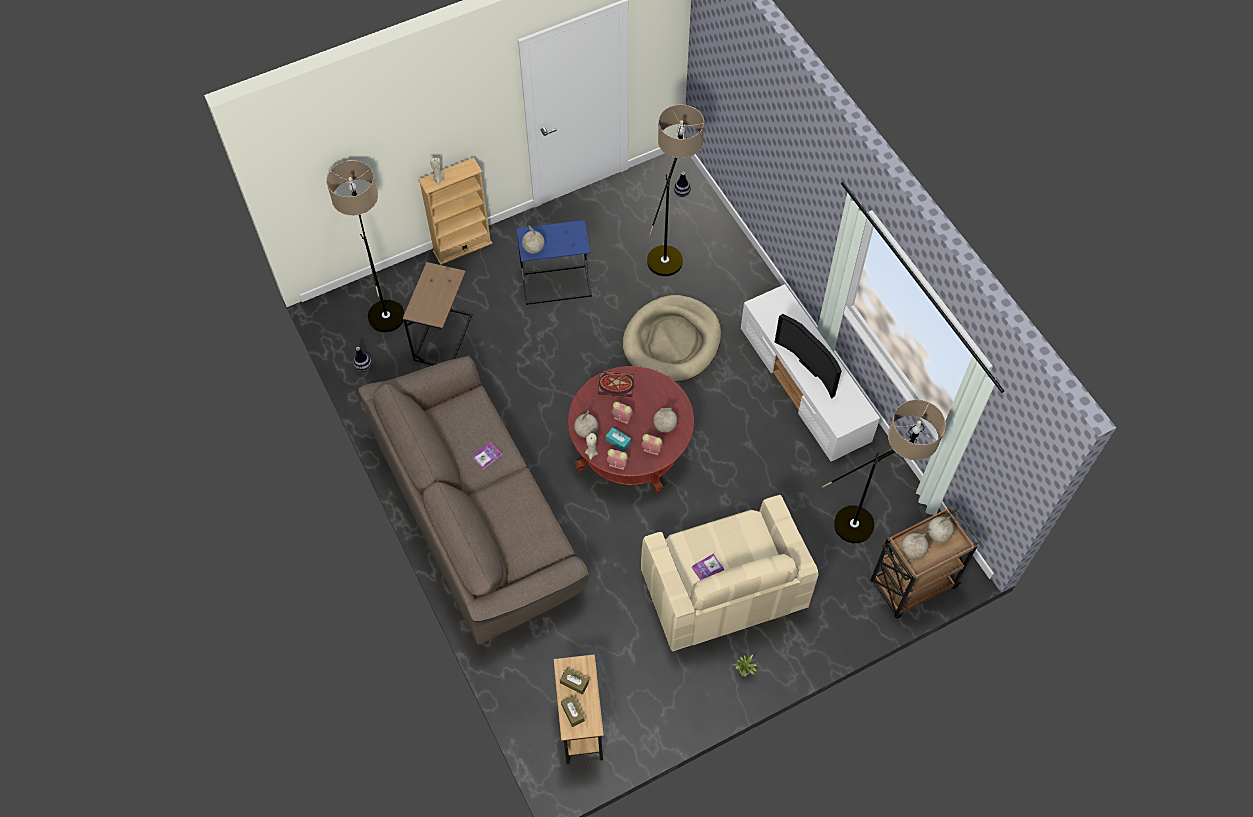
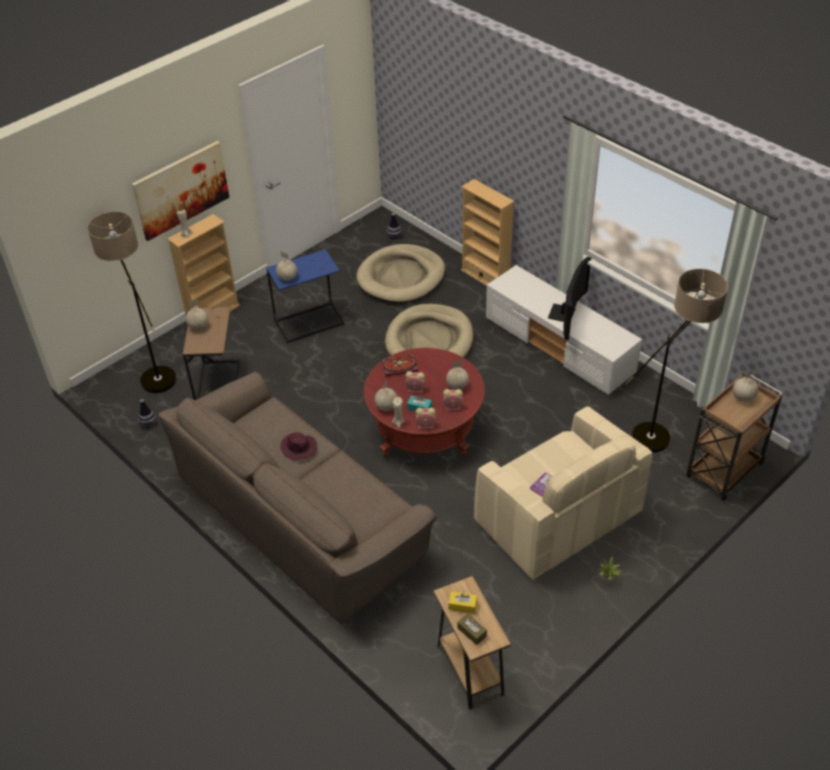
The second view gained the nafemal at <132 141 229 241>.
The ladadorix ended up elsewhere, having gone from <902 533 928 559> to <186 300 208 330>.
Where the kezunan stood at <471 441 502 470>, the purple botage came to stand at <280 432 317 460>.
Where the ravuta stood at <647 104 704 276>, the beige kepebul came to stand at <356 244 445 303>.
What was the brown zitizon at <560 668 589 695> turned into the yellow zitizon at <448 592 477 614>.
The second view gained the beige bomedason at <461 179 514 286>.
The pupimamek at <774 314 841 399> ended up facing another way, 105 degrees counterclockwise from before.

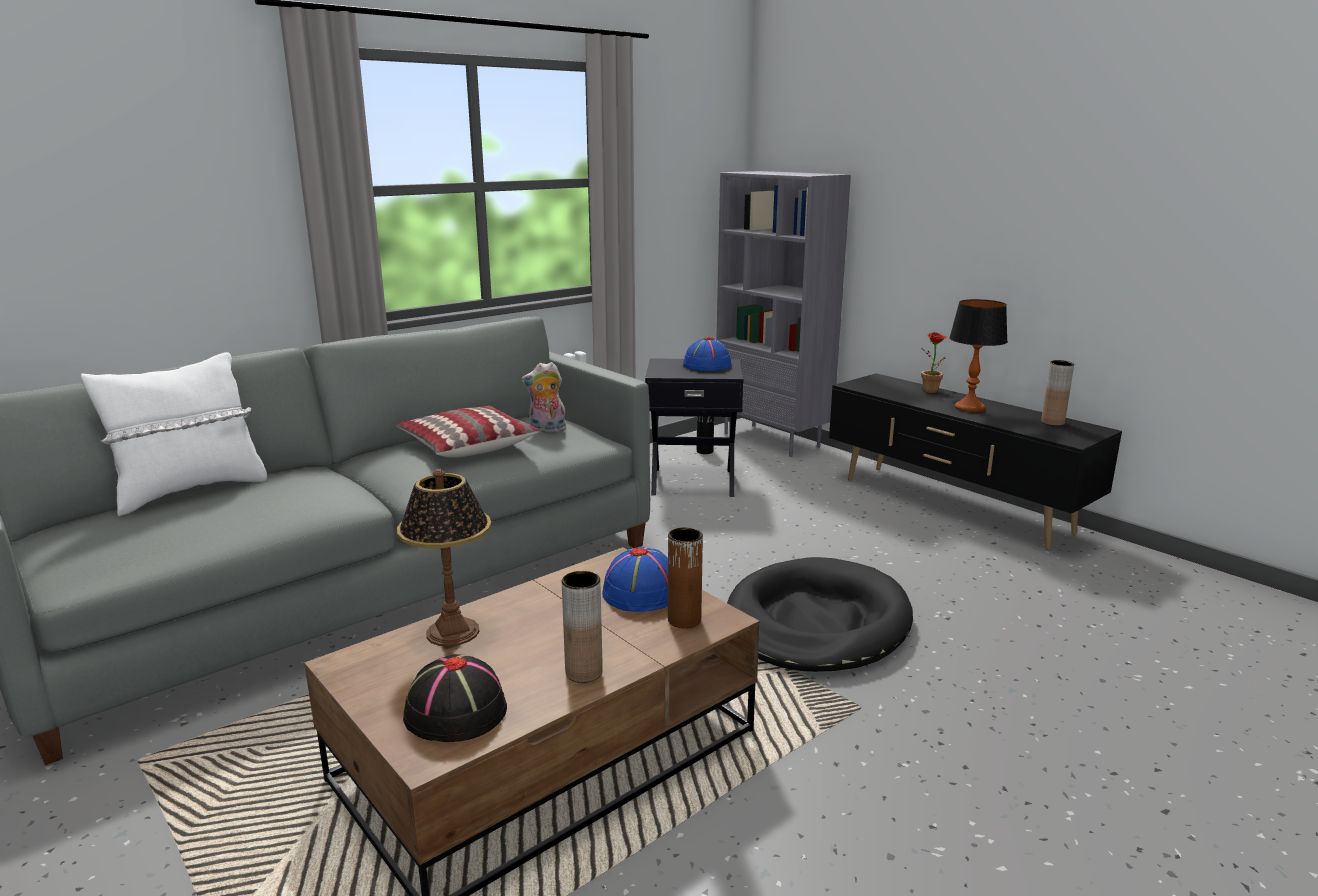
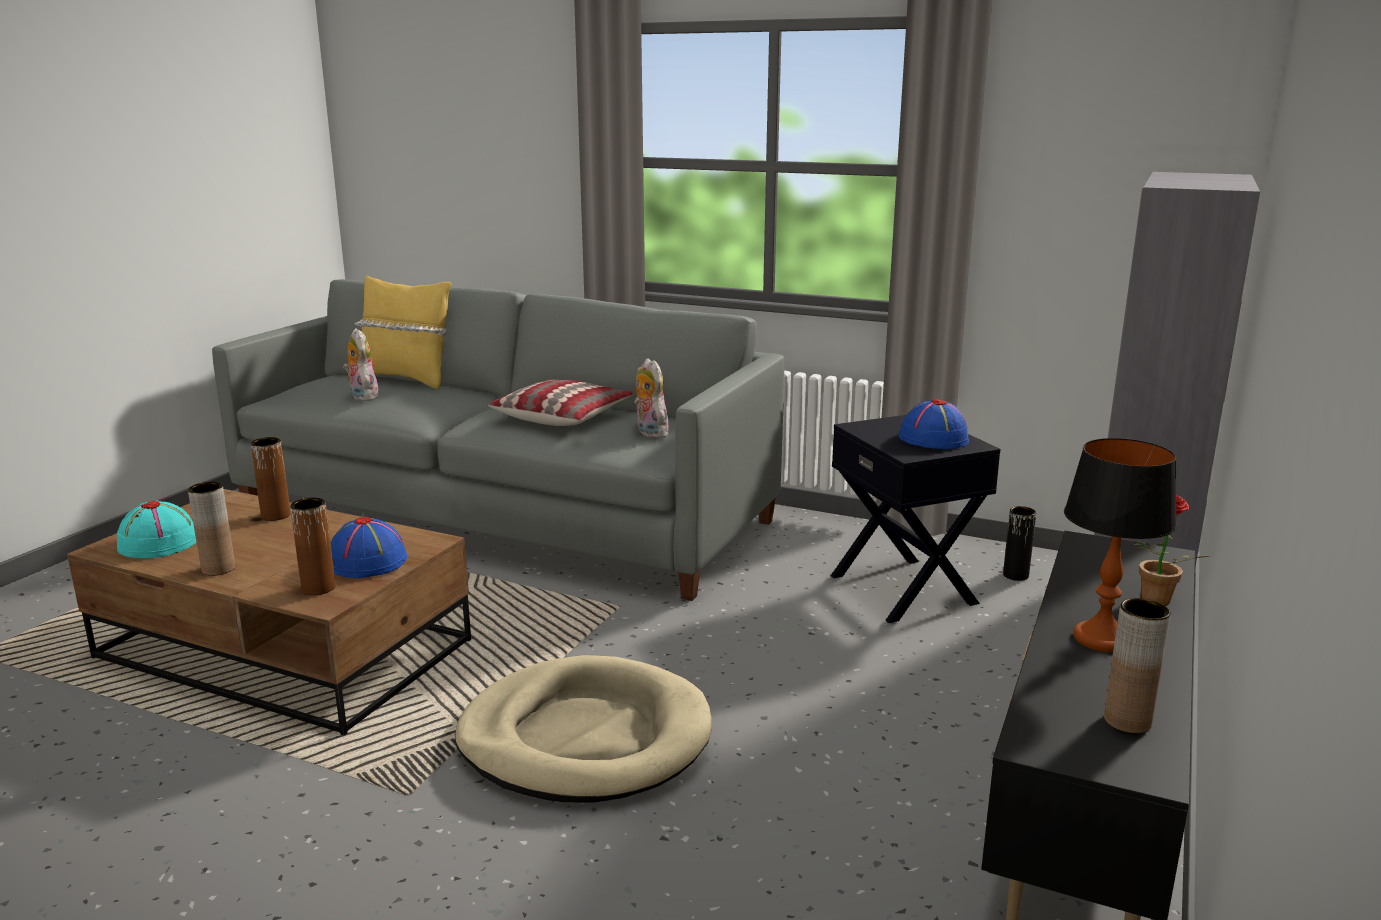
What was the black botage at <403 654 507 742> turned into the turquoise botage at <117 501 196 558>.
Where the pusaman stood at <397 469 492 647>, the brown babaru came to stand at <251 437 291 521>.
The second view gained the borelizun at <343 328 379 401>.
What was the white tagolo at <81 352 267 516> turned into the yellow tagolo at <354 275 451 389>.
What was the black kepebul at <727 557 913 672> turned into the beige kepebul at <455 655 712 802>.

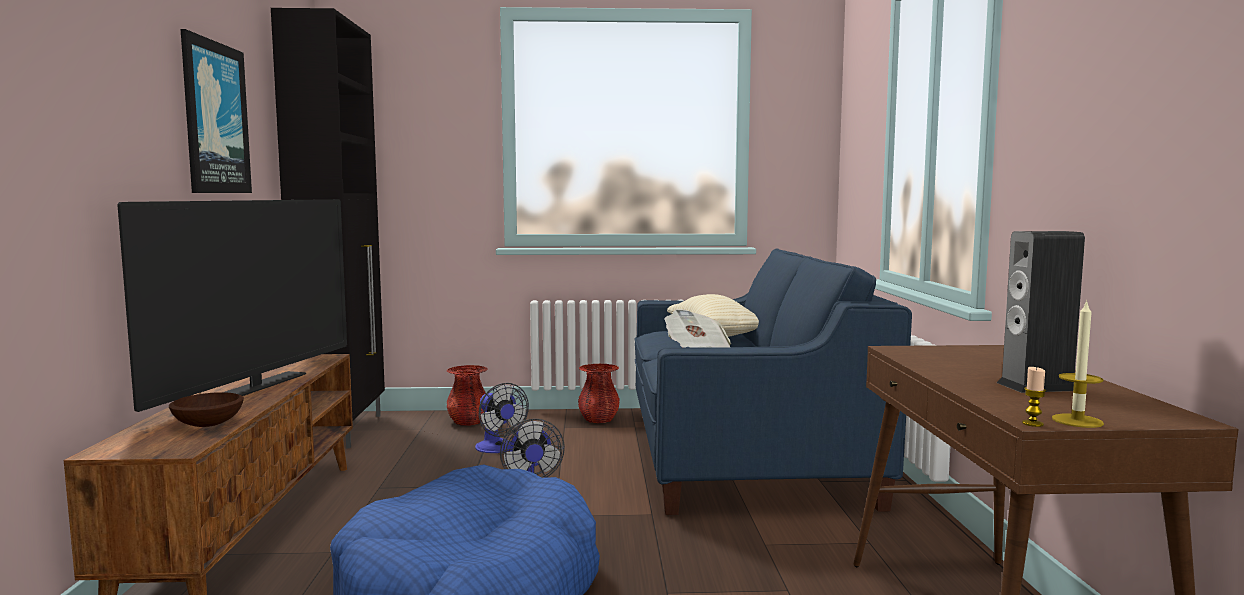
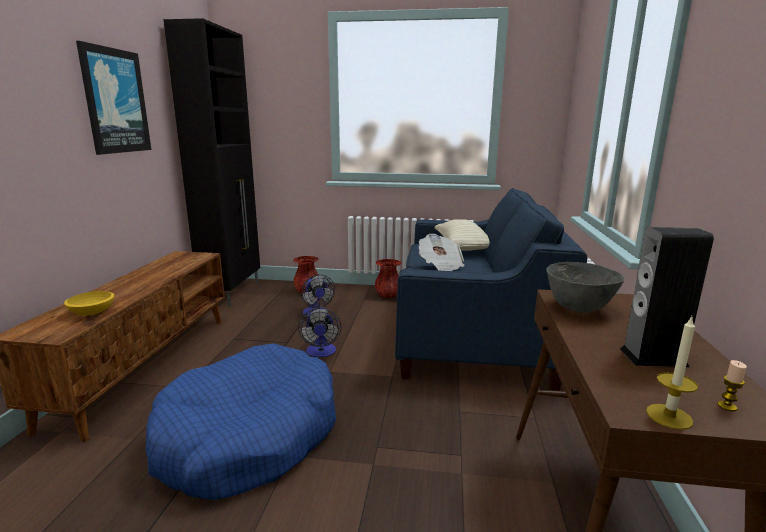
What was the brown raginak at <169 392 244 427> turned into the yellow raginak at <64 291 114 315>.
The second view gained the grey raginak at <546 262 624 313>.
The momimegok ended up elsewhere, having gone from <1022 367 1046 427> to <717 360 747 411>.
The second view lost the pupimamek at <117 199 347 412>.

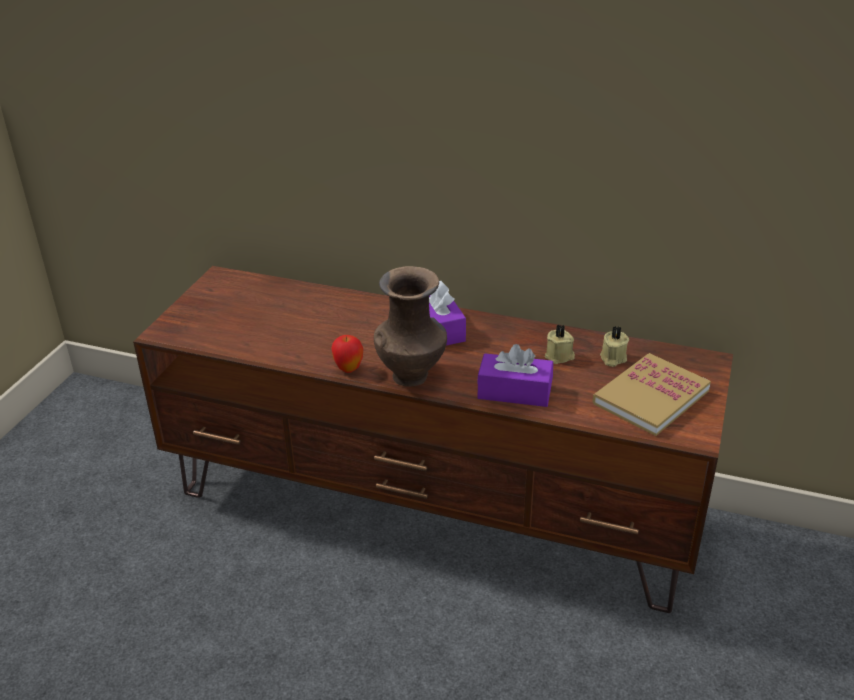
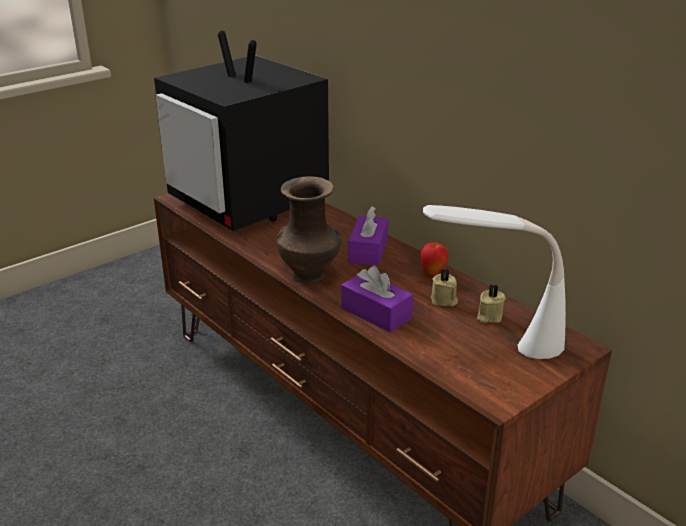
The second view gained the pupimamek at <154 30 329 231>.
The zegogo ended up elsewhere, having gone from <331 335 363 373> to <421 242 448 277>.
Where the kezunan stood at <592 353 711 436>, the white pusaman came to stand at <423 205 566 359>.

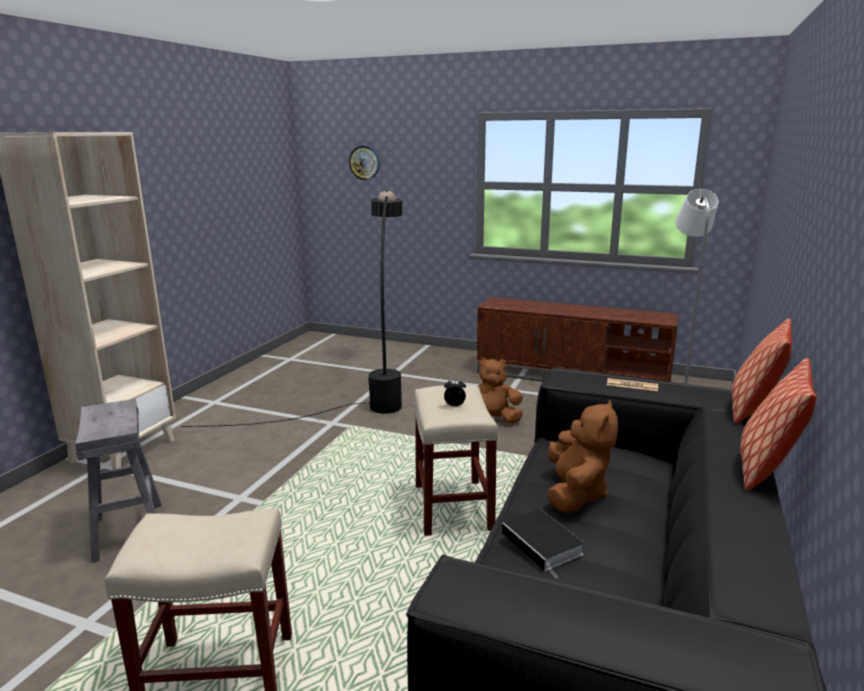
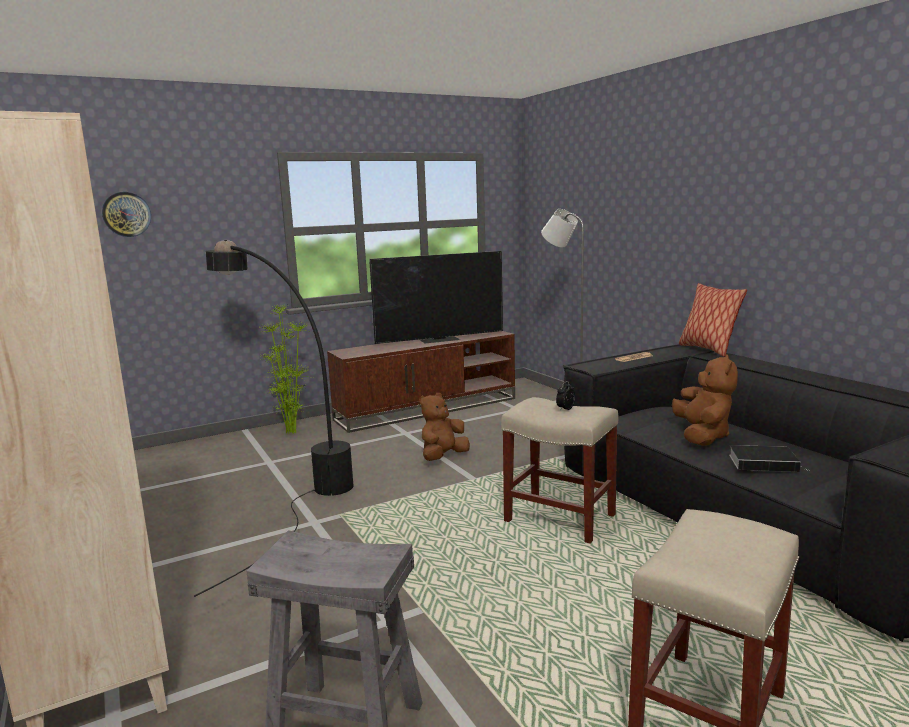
The second view gained the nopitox at <260 305 313 434>.
The second view gained the pupimamek at <369 251 503 344>.
The brown borelizun at <547 400 618 513> ended up facing another way, 45 degrees clockwise from before.
The second view lost the tagolo at <740 358 817 491>.

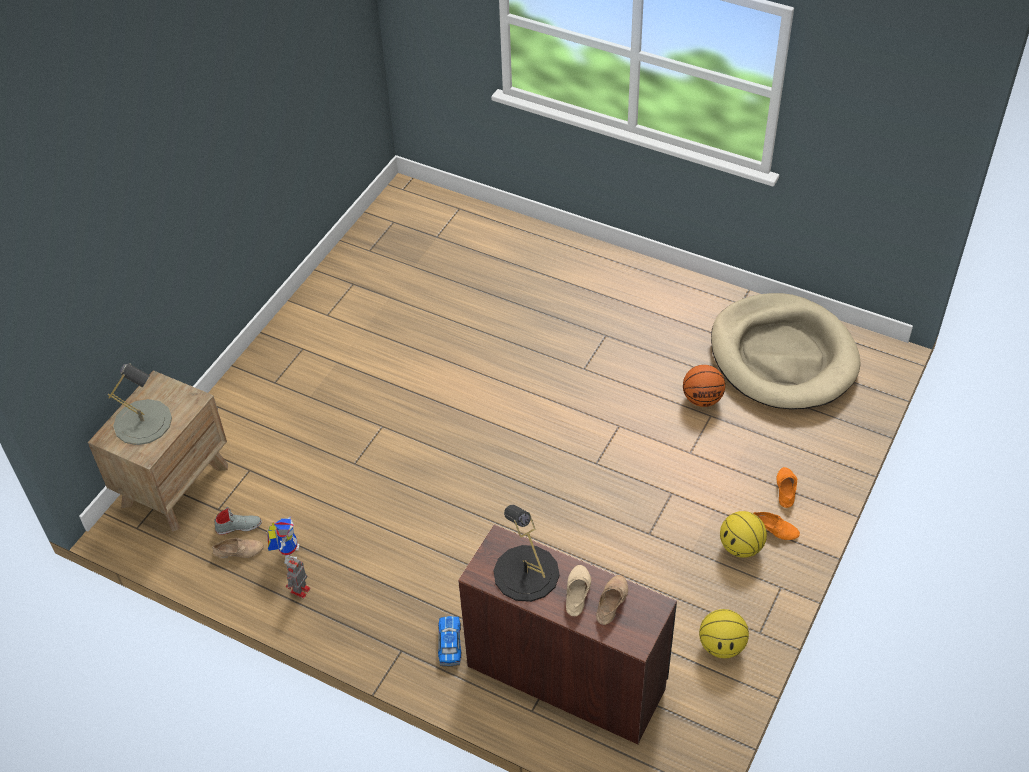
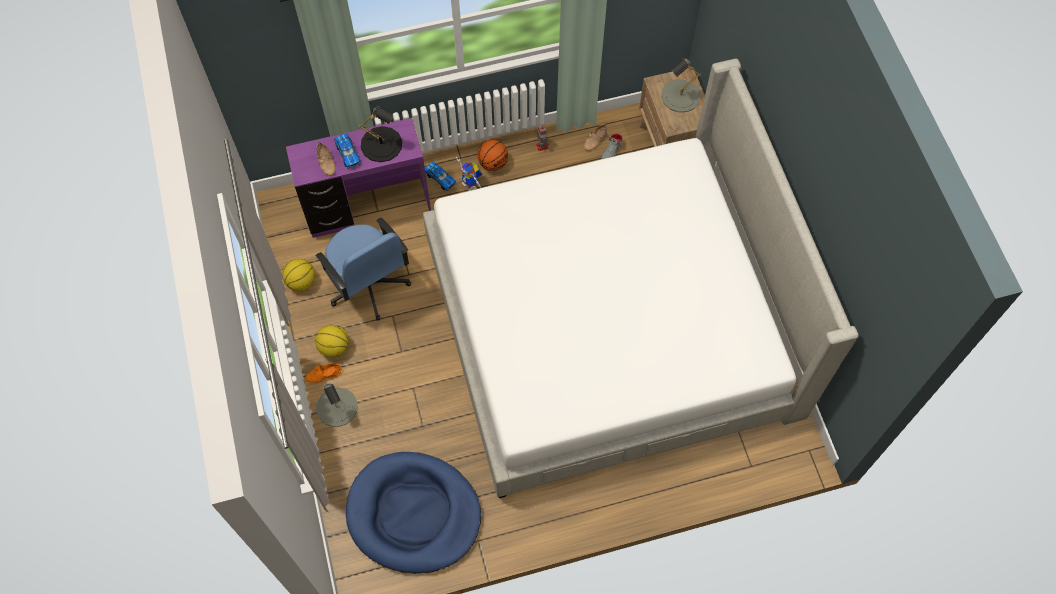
What was the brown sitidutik at <458 524 677 744> turned into the purple sitidutik at <286 118 431 238>.
The second view gained the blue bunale at <316 218 411 320>.
Where the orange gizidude stood at <776 467 797 508>, the grey pusaman came to stand at <316 380 358 427>.
Where the beige gizidude stood at <566 565 591 616>, the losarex came to stand at <334 134 361 169>.
What was the beige kepebul at <711 293 861 410> turned into the blue kepebul at <346 452 481 574>.
The second view gained the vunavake at <423 58 859 498>.
The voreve ended up elsewhere, having gone from <267 516 299 564> to <456 157 482 191>.
The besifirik ended up elsewhere, having gone from <683 365 725 407> to <477 140 508 171>.

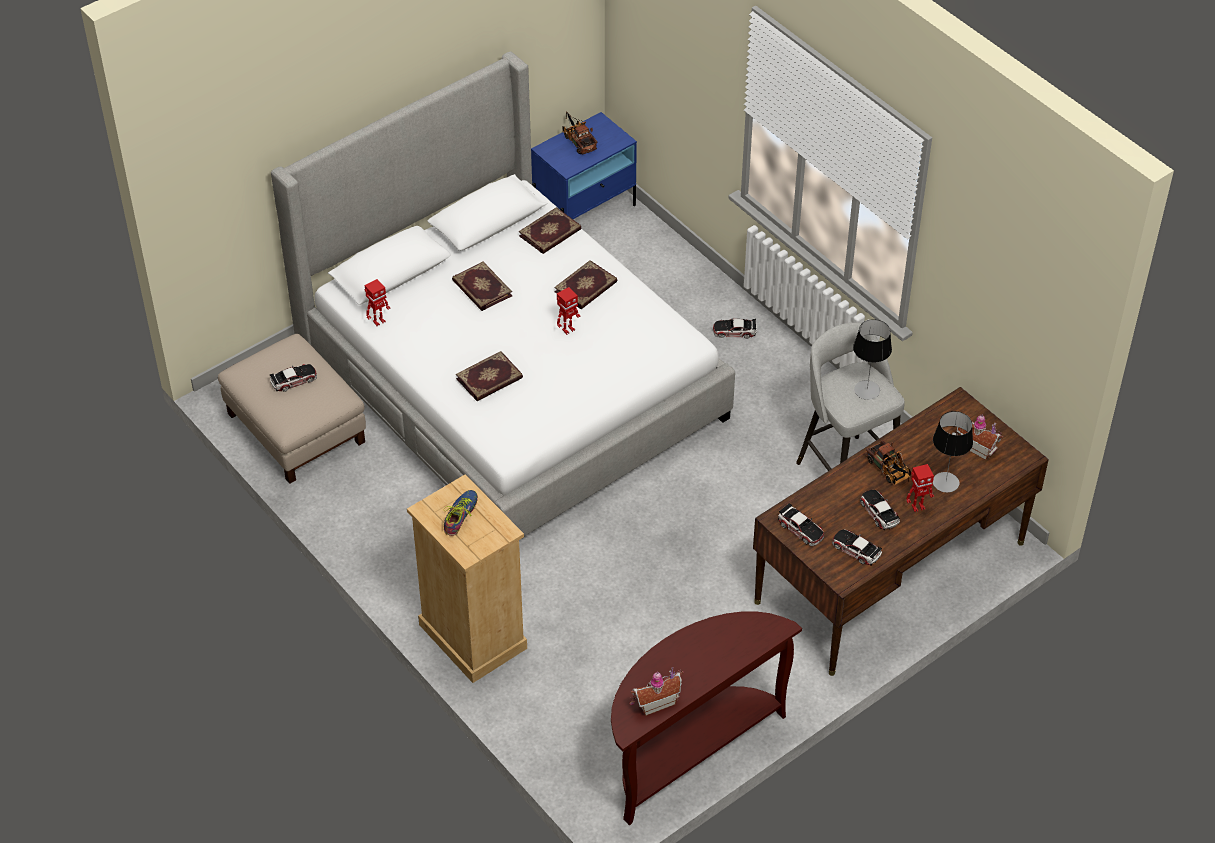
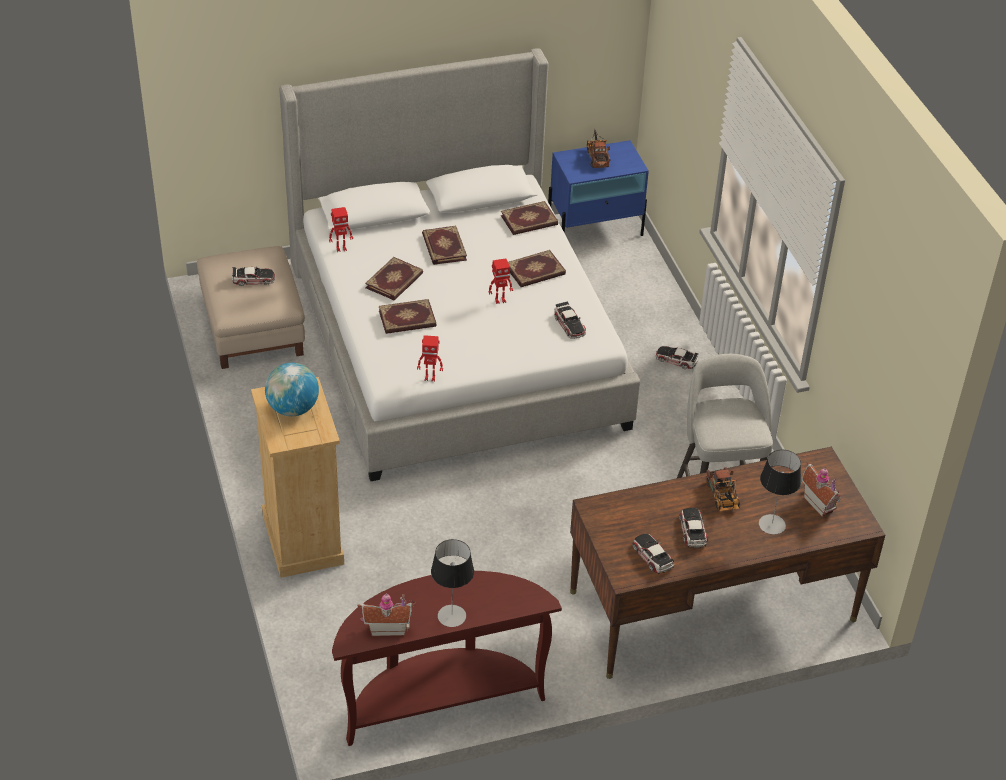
Where the gizidude stood at <444 490 478 536>, the ladadorix came to stand at <265 363 319 416>.
The second view gained the kezunan at <365 257 423 300>.
The voreve ended up elsewhere, having gone from <906 464 934 512> to <417 335 443 382>.
The pusaman ended up elsewhere, having gone from <853 319 892 400> to <431 539 474 627>.
The losarex ended up elsewhere, having gone from <778 503 824 546> to <555 301 586 339>.

